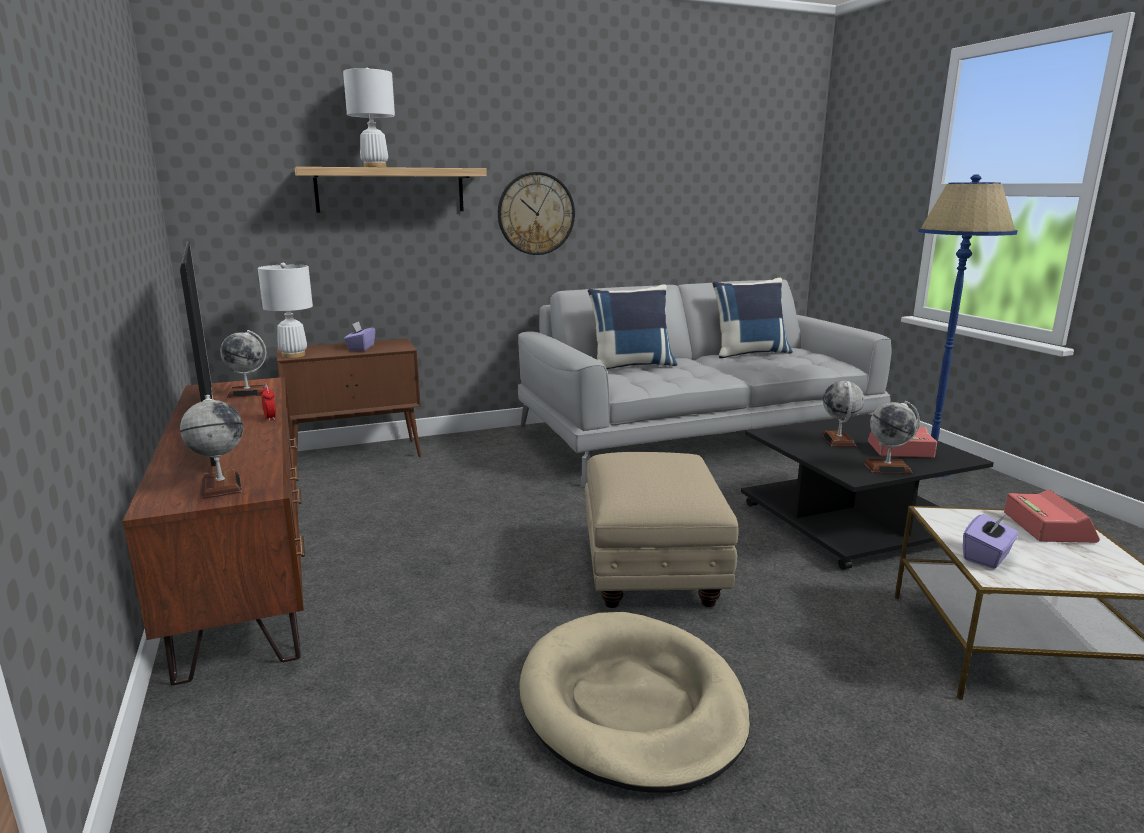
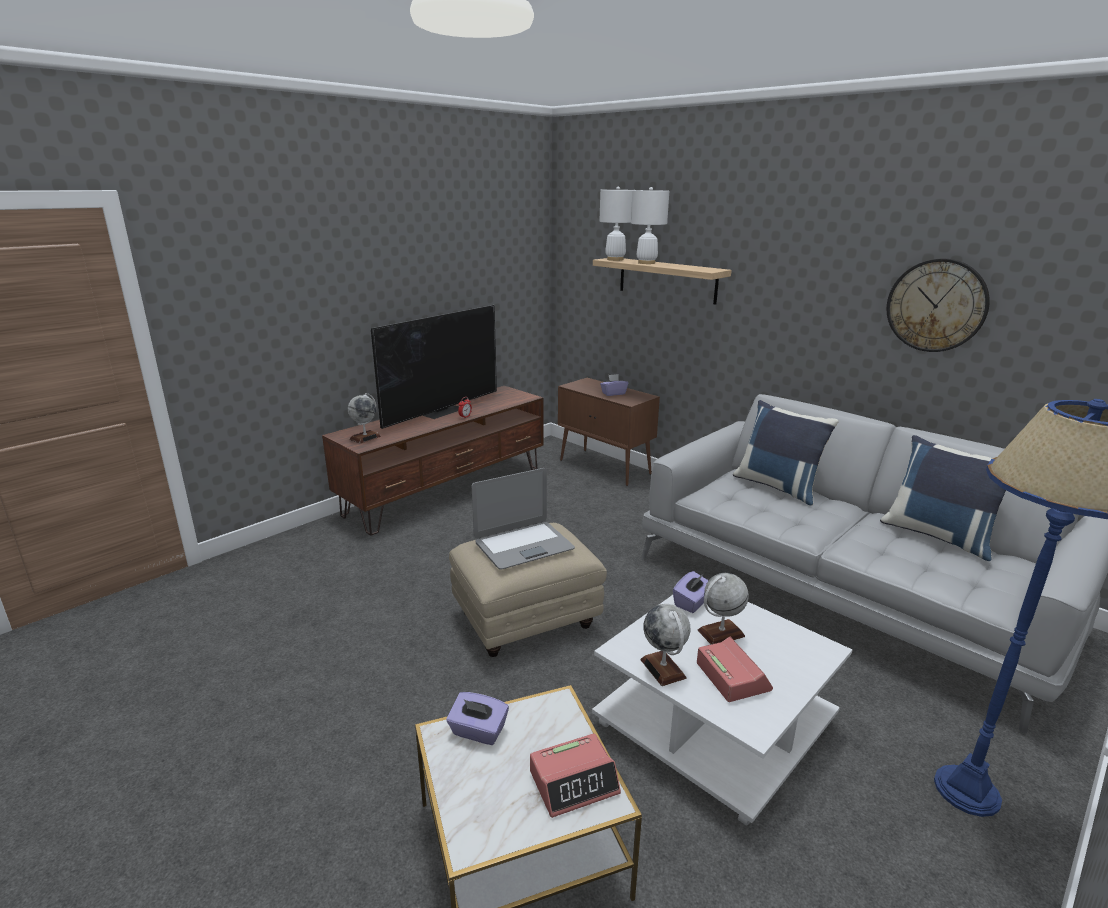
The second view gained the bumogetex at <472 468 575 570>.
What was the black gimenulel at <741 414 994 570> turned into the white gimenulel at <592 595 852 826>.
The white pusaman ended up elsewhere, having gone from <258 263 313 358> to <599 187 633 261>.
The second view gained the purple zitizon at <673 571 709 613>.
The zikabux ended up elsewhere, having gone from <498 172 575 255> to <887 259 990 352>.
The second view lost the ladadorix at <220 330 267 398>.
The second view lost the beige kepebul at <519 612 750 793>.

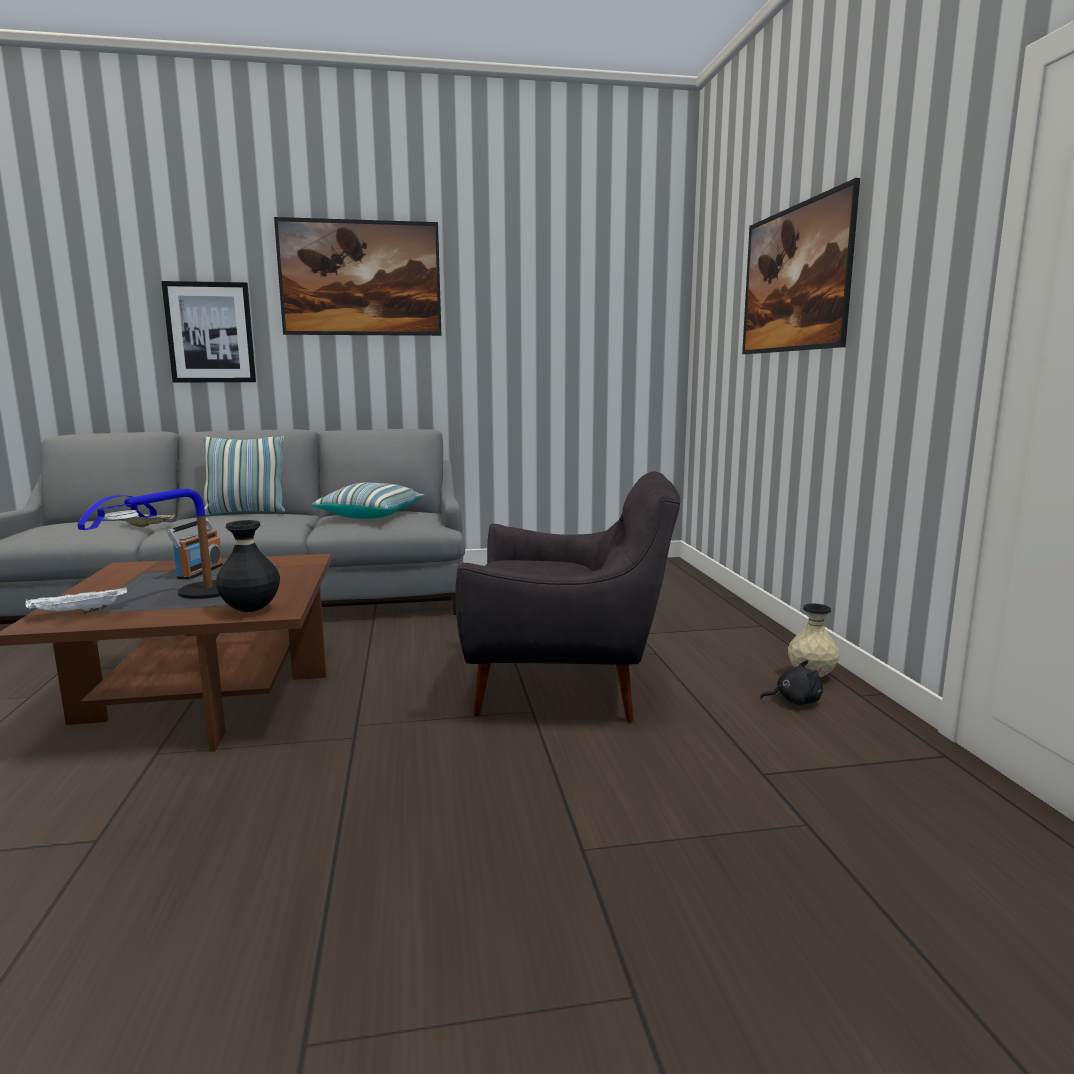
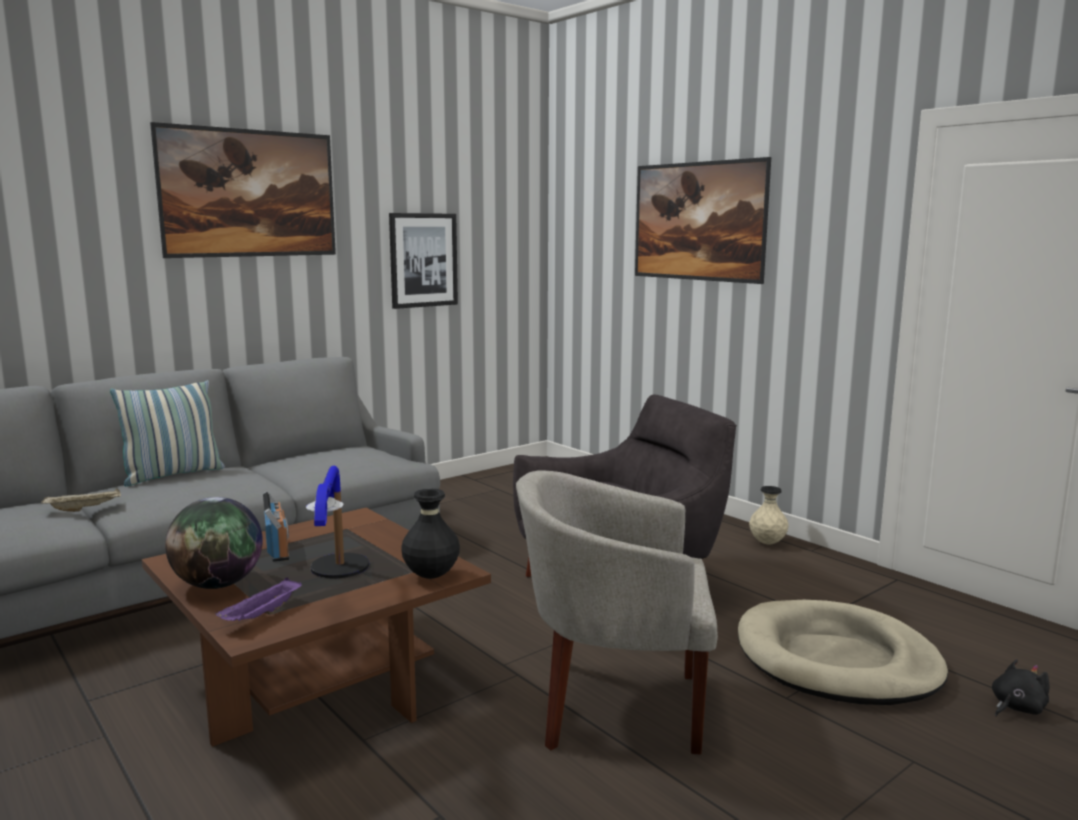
The second view gained the ladadorix at <165 497 263 589>.
What was the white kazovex at <26 586 127 613> turned into the purple kazovex at <215 577 302 621>.
The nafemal ended up elsewhere, having gone from <161 281 256 383> to <389 213 458 309>.
The second view gained the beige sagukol at <516 470 718 755>.
The second view gained the beige kepebul at <738 600 948 705>.
The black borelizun ended up elsewhere, having gone from <760 660 823 705> to <992 659 1049 717>.
The second view lost the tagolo at <311 482 425 519>.

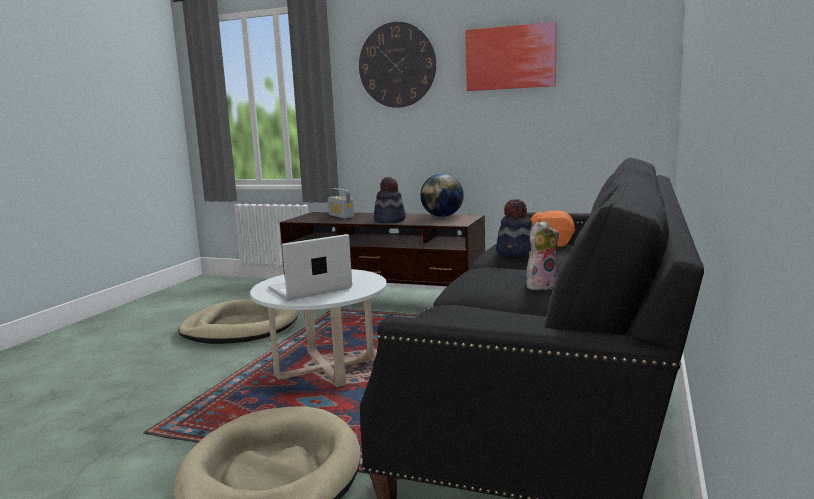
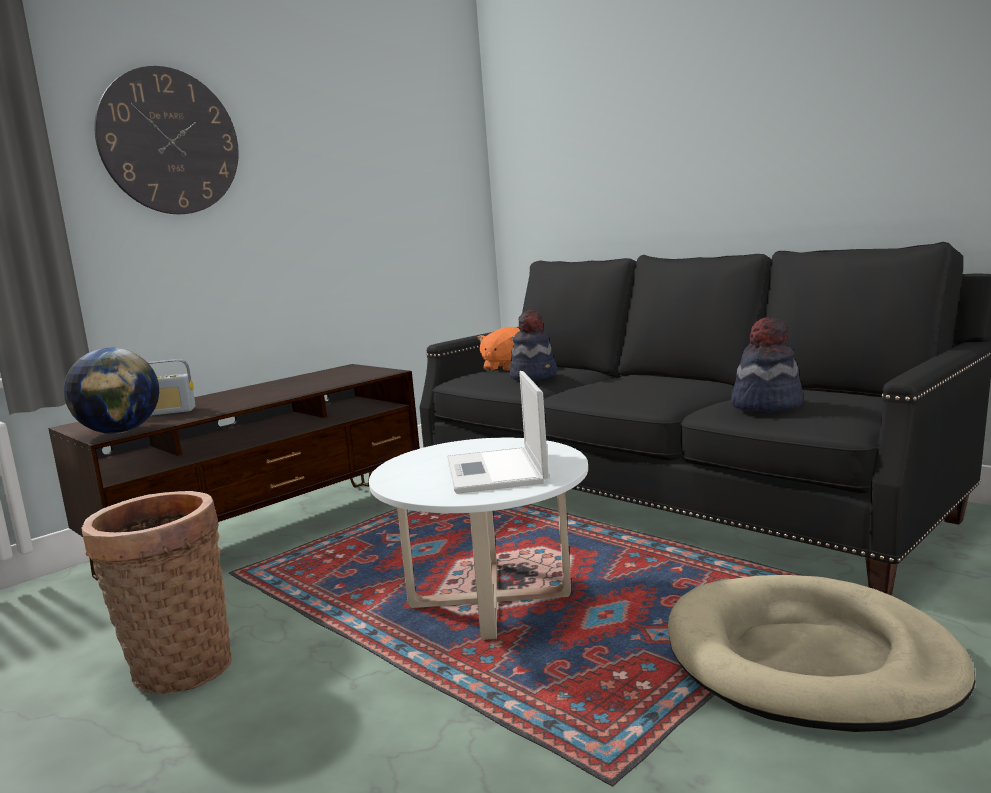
The ladadorix ended up elsewhere, having gone from <420 174 464 217> to <64 348 159 434>.
Where the beige kepebul stood at <178 299 298 344>, the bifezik came to stand at <82 491 232 694>.
The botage ended up elsewhere, having gone from <374 177 406 223> to <731 317 803 412>.
The second view lost the nafemal at <465 22 556 91>.
The second view lost the borelizun at <526 221 559 290>.

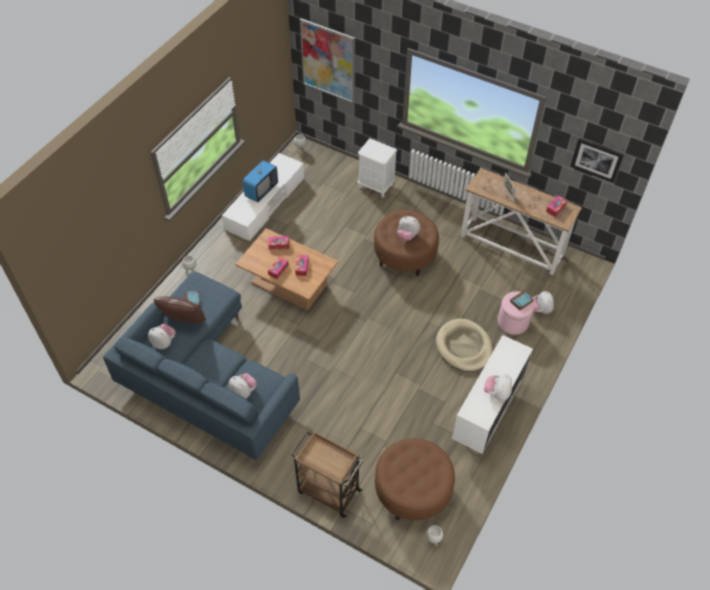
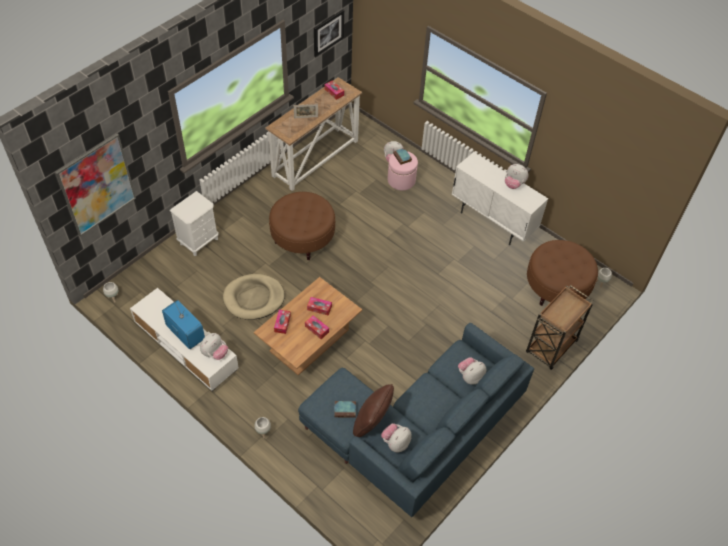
The borelizun ended up elsewhere, having gone from <397 216 420 241> to <200 333 228 360>.
The beige kepebul ended up elsewhere, having gone from <436 319 493 372> to <223 274 285 320>.

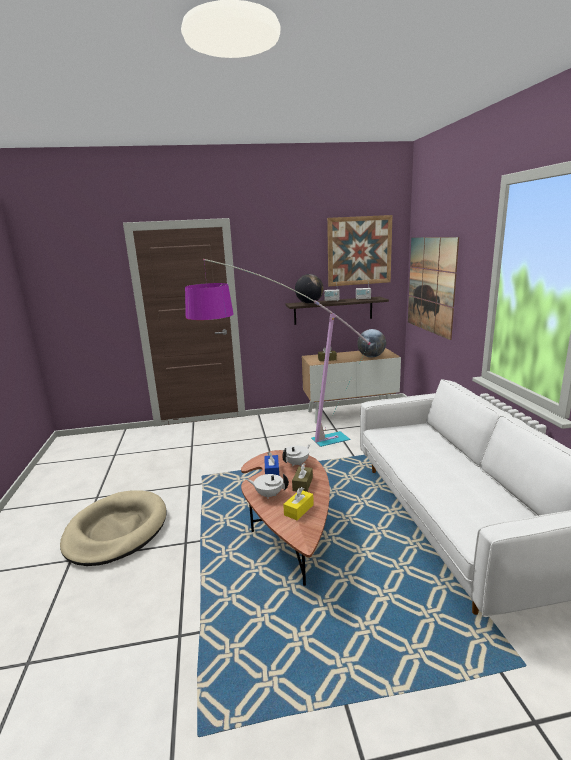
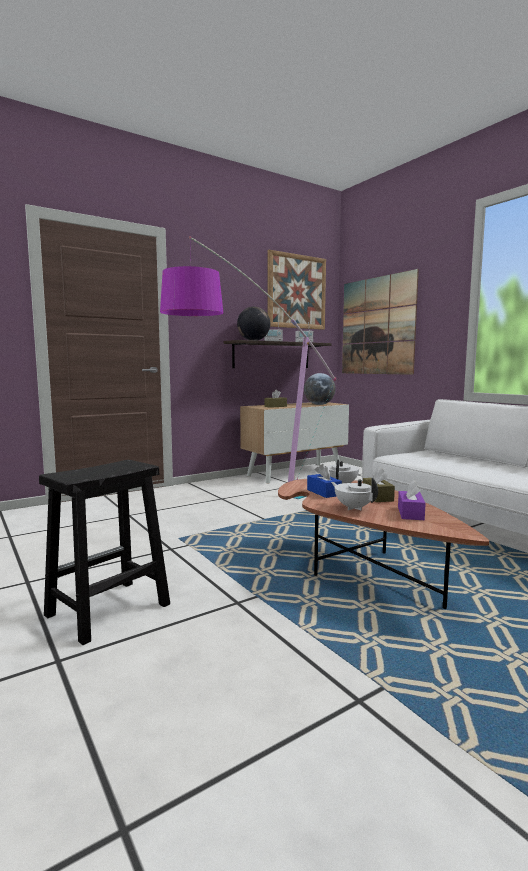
Where the beige kepebul stood at <60 490 166 566>, the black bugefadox came to stand at <39 460 170 645>.
The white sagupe at <247 474 289 499> ended up facing another way, 60 degrees clockwise from before.
What was the yellow zitizon at <283 487 314 520> turned into the purple zitizon at <398 480 426 520>.

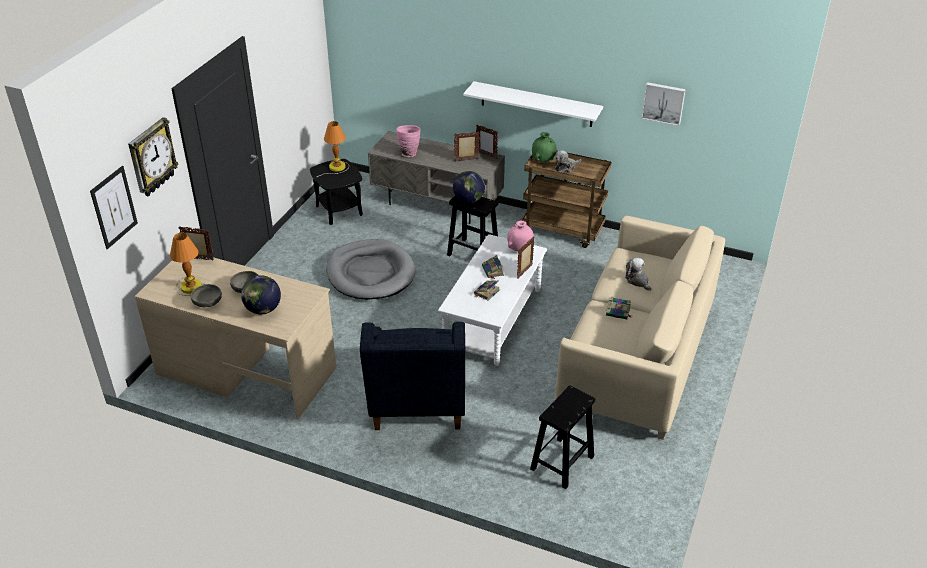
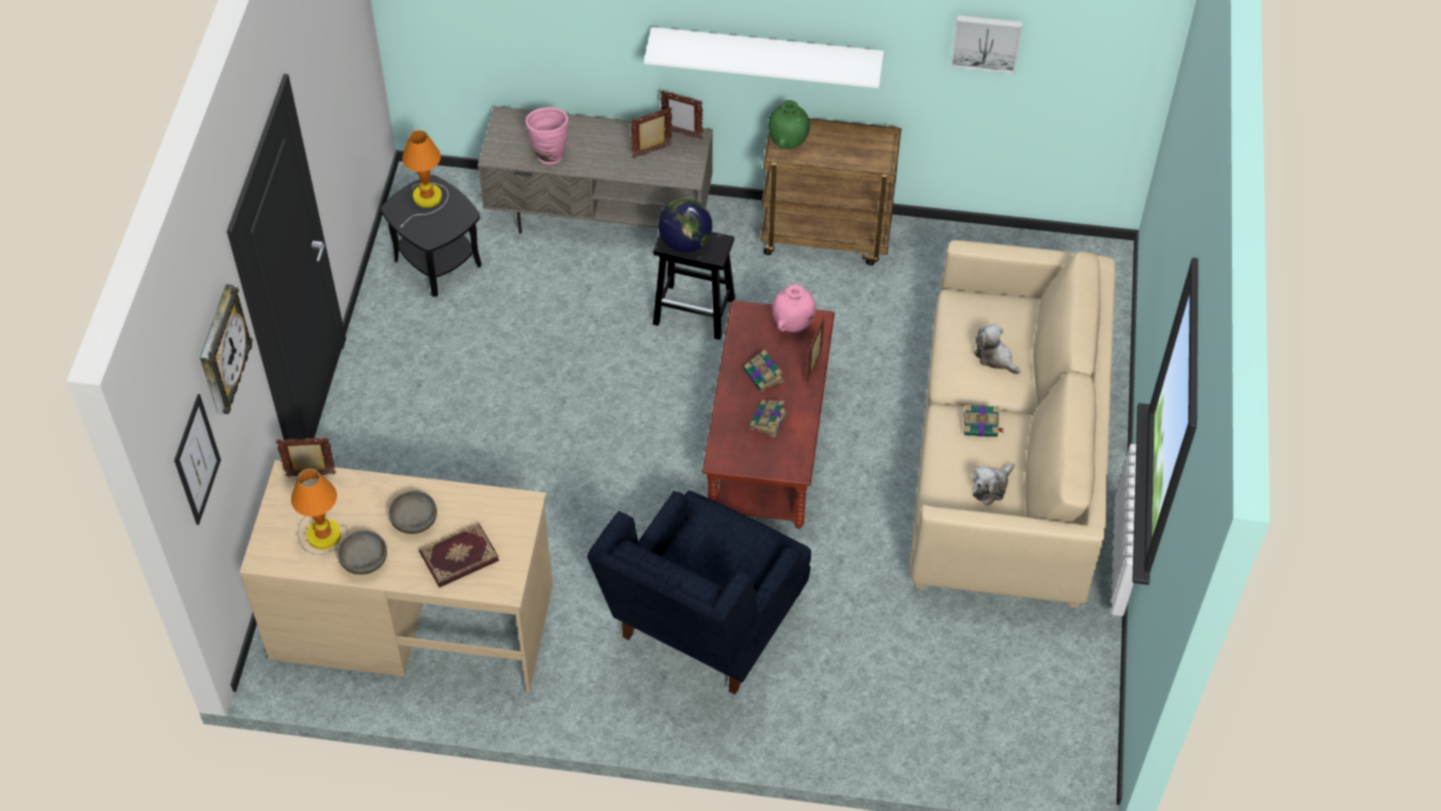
Where the ladadorix stood at <241 275 281 314>, the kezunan came to stand at <419 523 499 588>.
The blue sagukol at <360 322 465 430> ended up facing another way, 45 degrees clockwise from before.
What was the white gimenulel at <438 234 547 366> turned into the brown gimenulel at <702 300 835 529>.
The borelizun ended up elsewhere, having gone from <555 150 581 173> to <972 463 1015 505>.
The second view lost the grey kepebul at <327 239 416 300>.
The second view lost the black bugefadox at <530 385 595 489>.

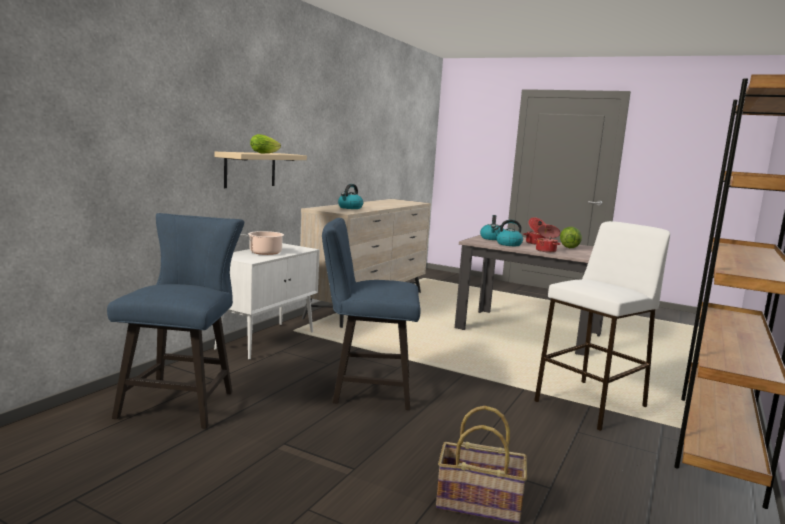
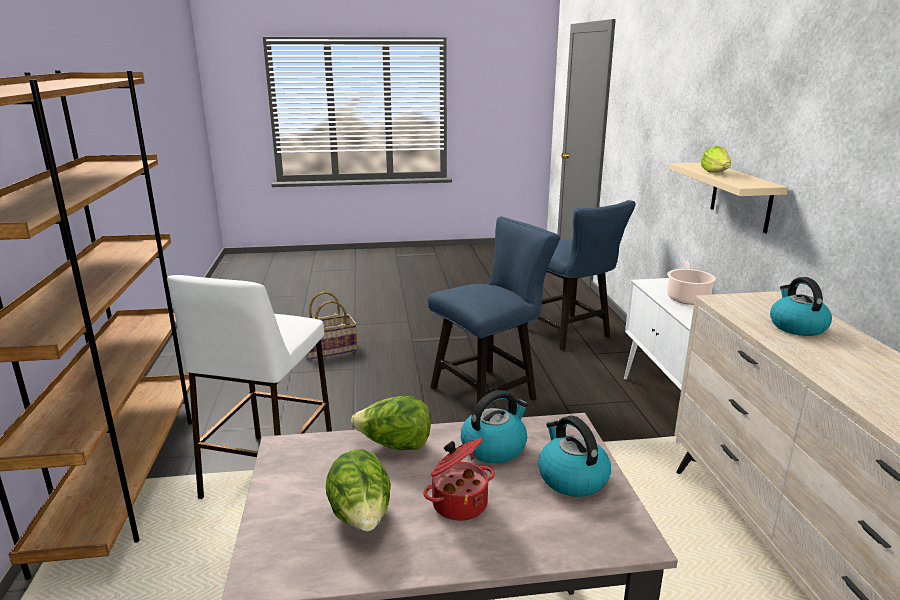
Where the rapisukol stood at <534 225 560 253>, the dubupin came to stand at <351 396 431 450>.

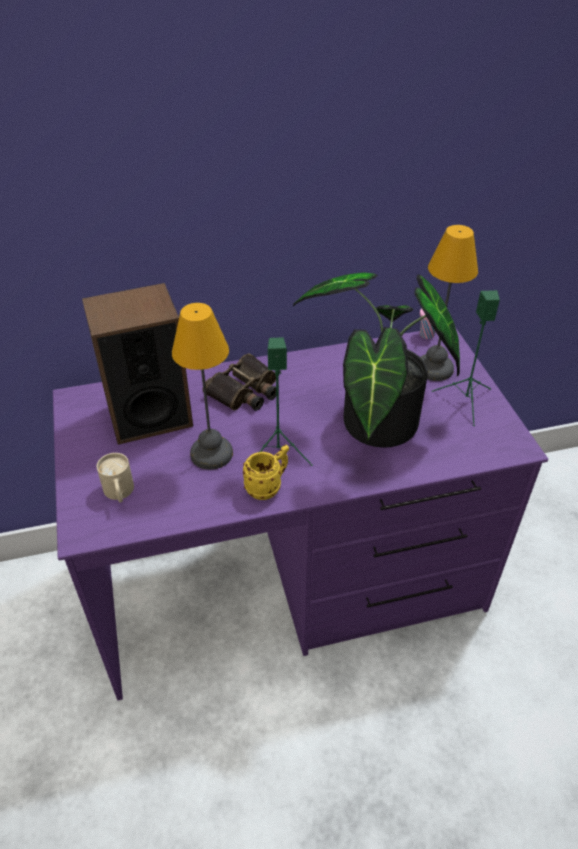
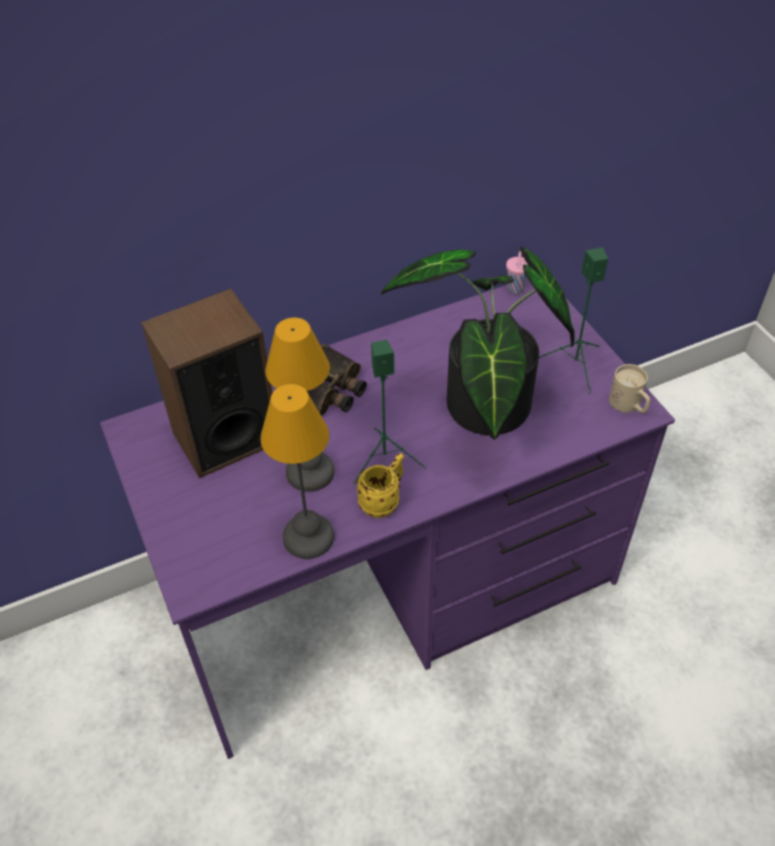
The pusaman ended up elsewhere, having gone from <420 225 478 381> to <260 384 334 559>.
The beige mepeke ended up elsewhere, having gone from <97 453 134 503> to <609 364 650 413>.

